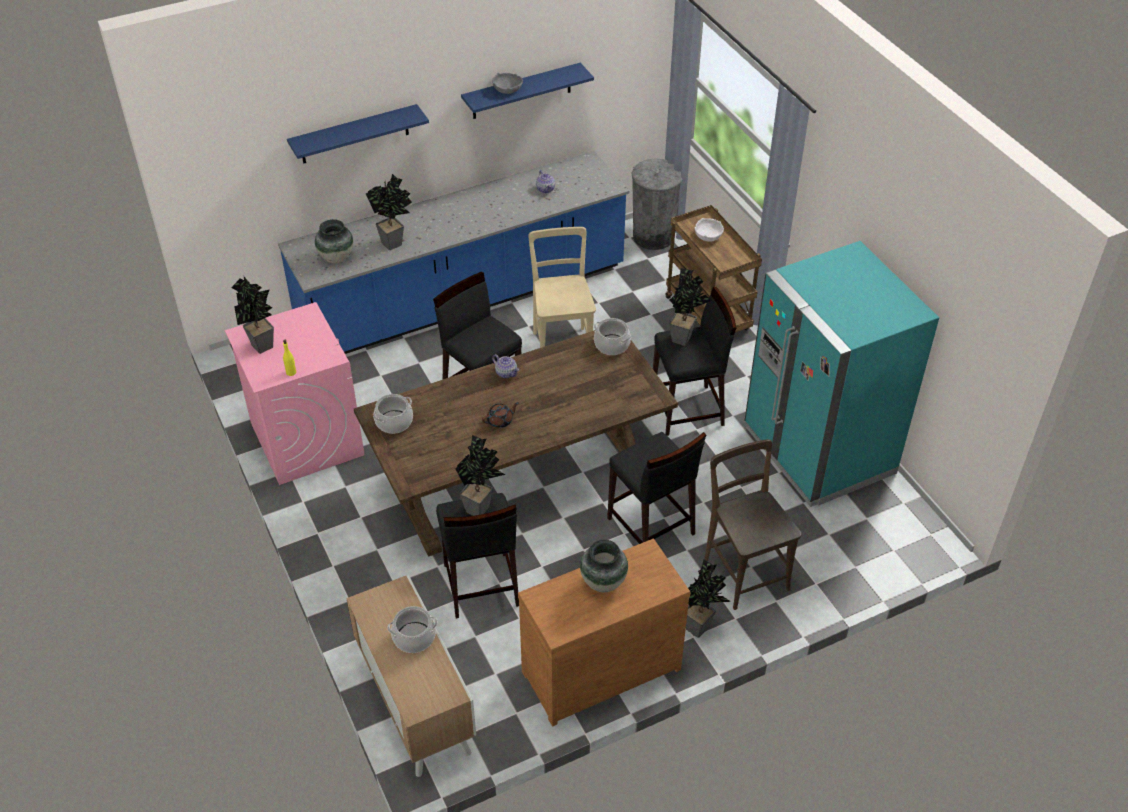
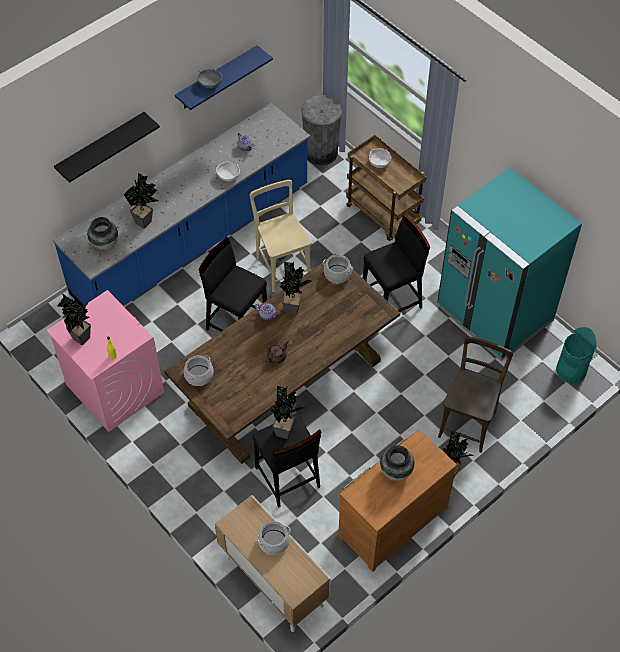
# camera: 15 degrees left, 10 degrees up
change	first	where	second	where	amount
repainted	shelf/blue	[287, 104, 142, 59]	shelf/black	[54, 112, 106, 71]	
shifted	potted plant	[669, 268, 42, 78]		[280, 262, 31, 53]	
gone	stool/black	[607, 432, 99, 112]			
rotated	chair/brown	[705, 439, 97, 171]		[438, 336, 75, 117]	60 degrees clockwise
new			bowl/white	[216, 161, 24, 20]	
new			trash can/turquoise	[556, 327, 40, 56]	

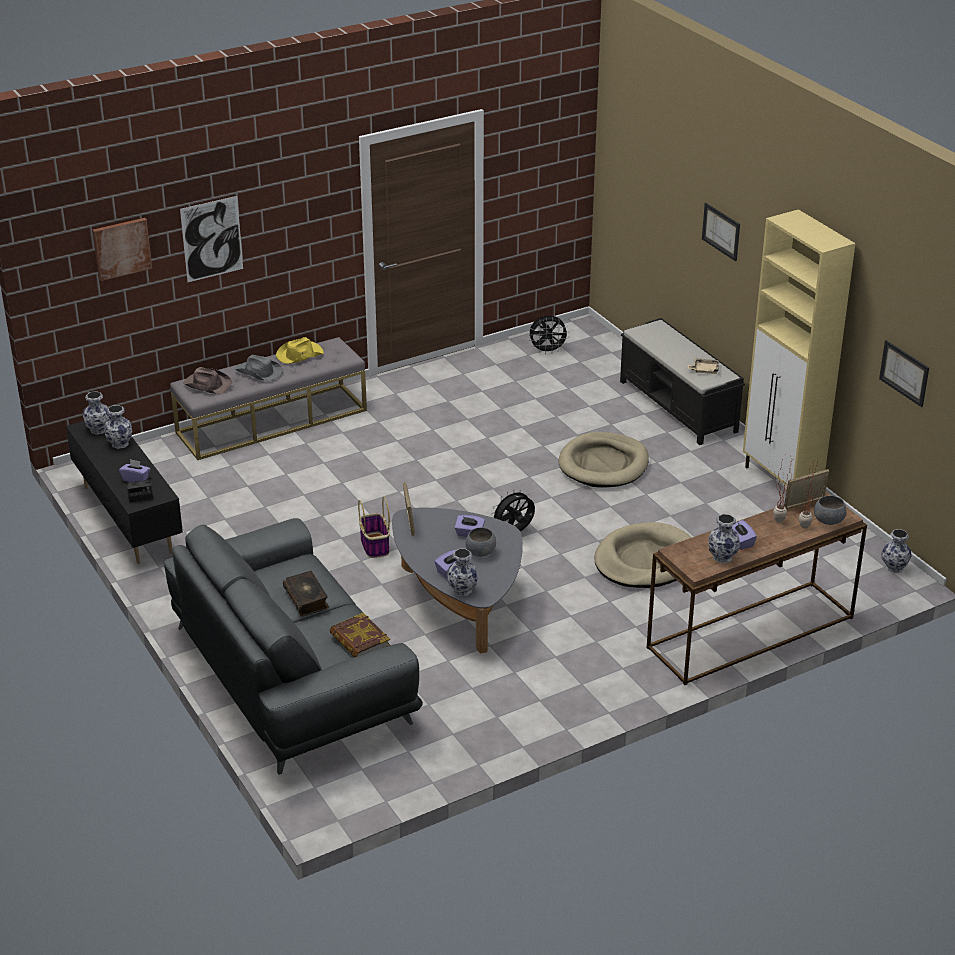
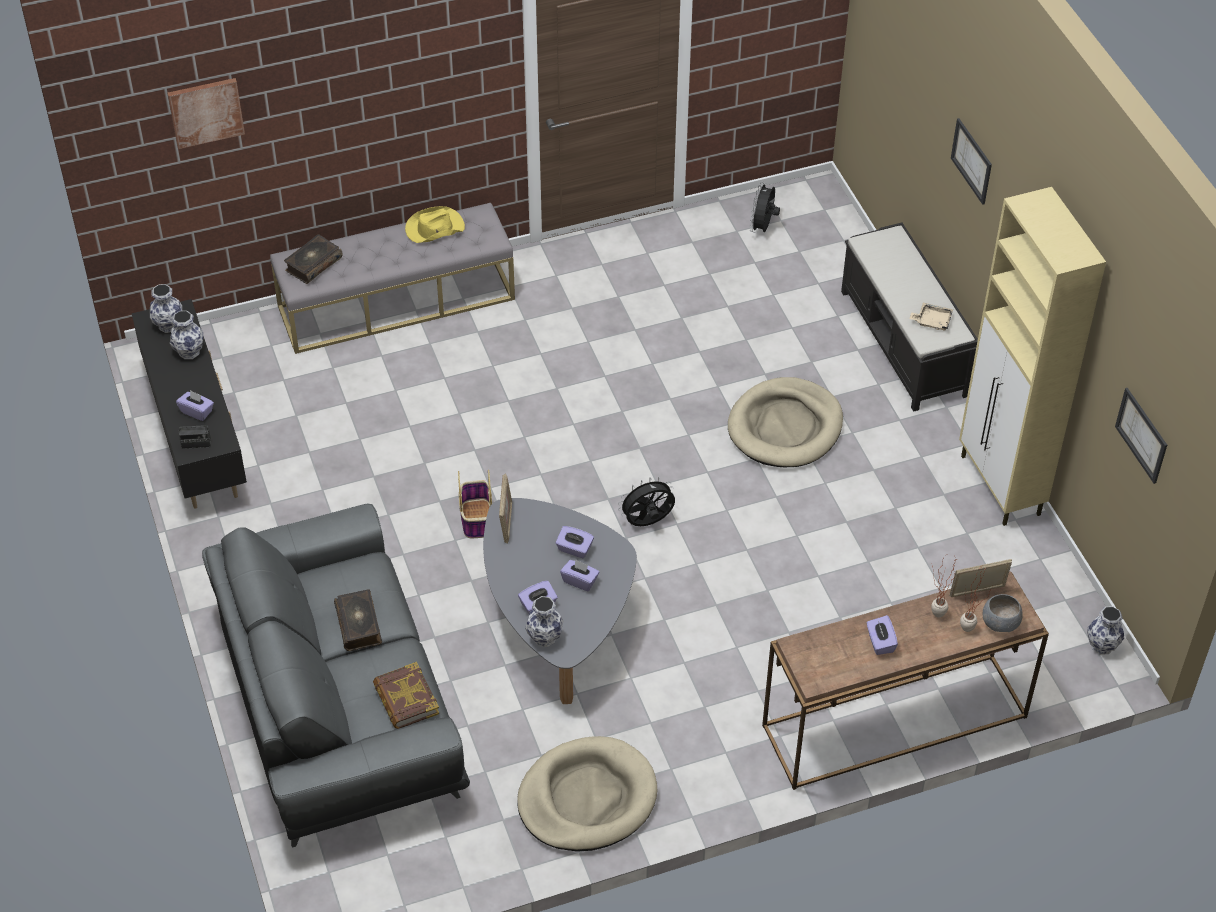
# camera: 10 degrees right, 15 degrees up
change	first	where	second	where	amount
gone	picture	[180, 196, 63, 86]			
rotated	fan/black	[528, 315, 41, 39]		[750, 182, 30, 51]	105 degrees clockwise
gone	hat/grey	[235, 355, 48, 27]			
swapped	hat/brown	[183, 367, 49, 28]	book	[284, 234, 59, 50]	
gone	vase	[708, 514, 32, 49]			
shifted	dog bed/beige	[594, 522, 97, 66]		[517, 736, 140, 116]	
swapped	bowl/grey	[465, 528, 31, 29]	tissue box/purple	[560, 559, 39, 32]	

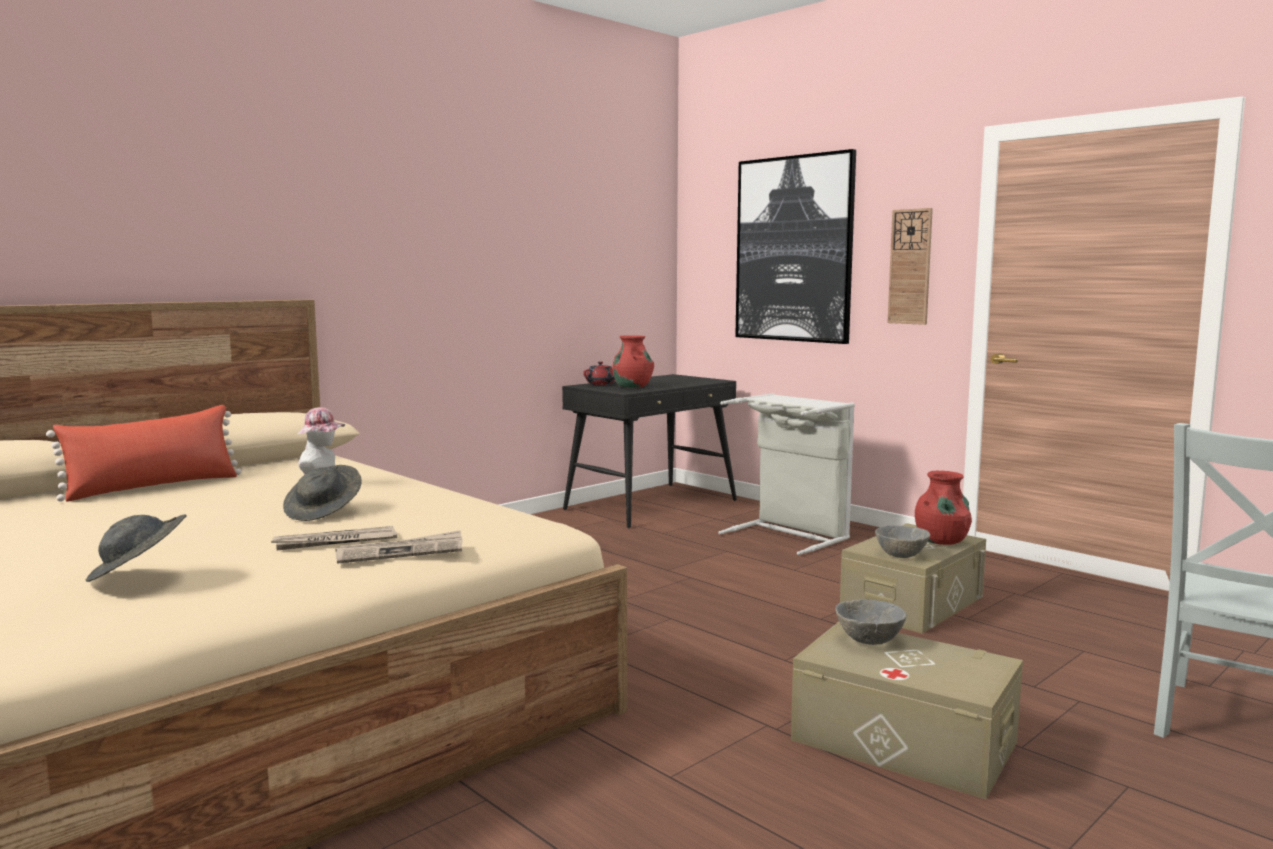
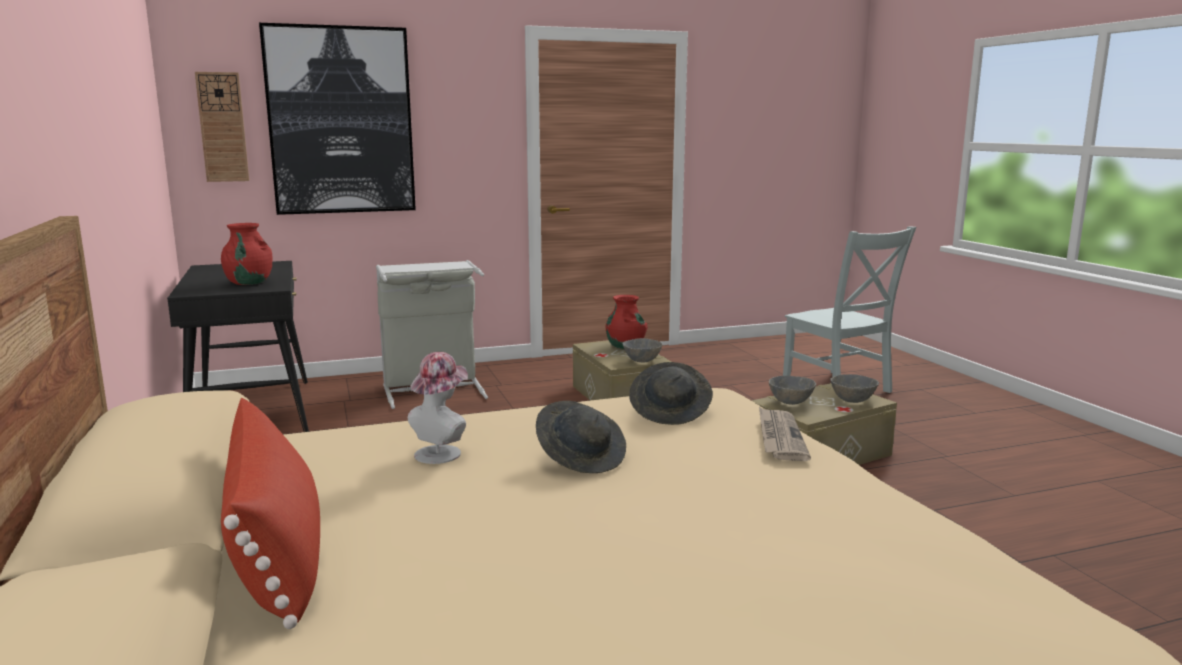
# camera: 65 degrees left, 5 degrees up
change	first	where	second	where	amount
shifted	wall clock	[887, 208, 46, 117]		[195, 72, 54, 110]	
gone	teapot/red	[583, 362, 32, 23]			
shifted	hat/grey	[86, 514, 101, 68]		[629, 362, 84, 63]	
gone	newspaper	[271, 526, 126, 25]			
new			bowl/grey	[830, 374, 49, 29]	

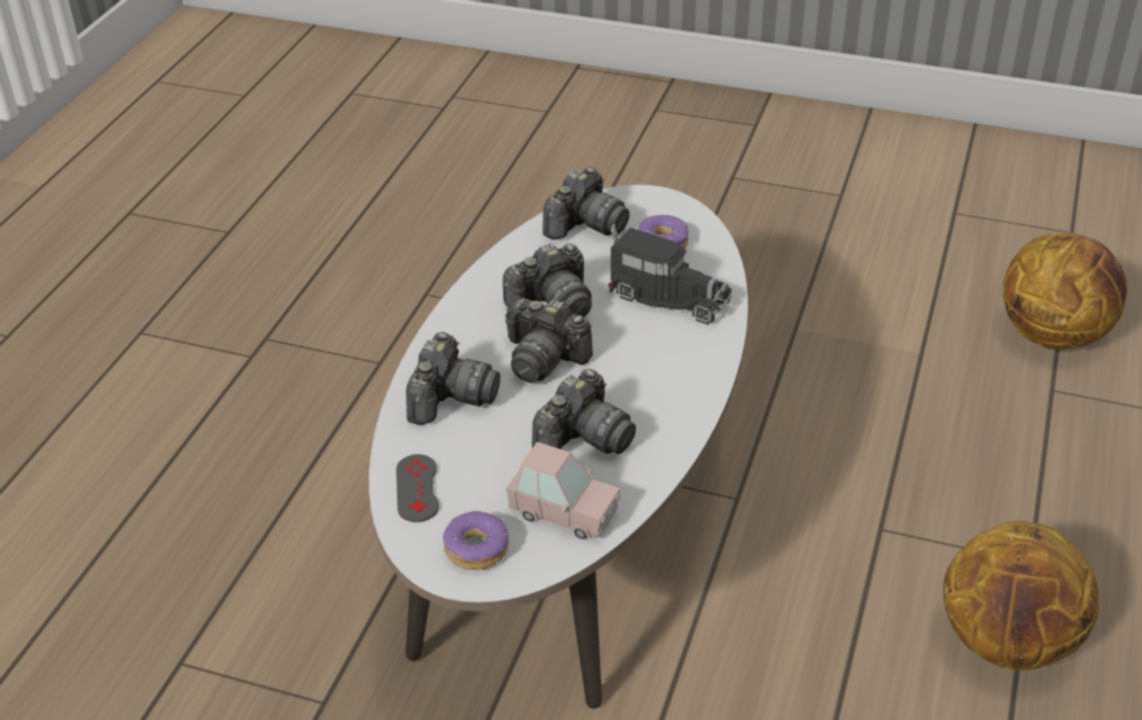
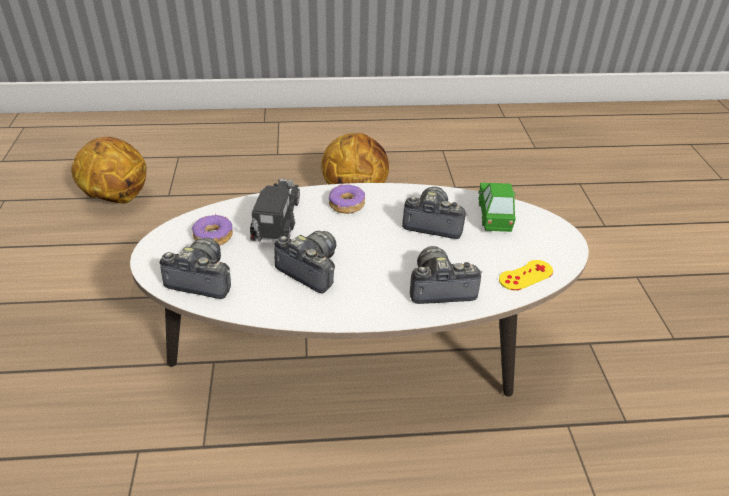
# camera: 115 degrees left, 0 degrees up
change	first	where	second	where	amount
gone	photo camera	[505, 298, 88, 85]			
repainted	toy car/pink	[506, 442, 114, 97]	toy car/green	[478, 183, 38, 49]	
repainted	game controller/grey	[396, 454, 43, 68]	game controller/yellow	[499, 260, 54, 31]	
shifted	donut	[443, 511, 66, 59]		[329, 184, 36, 30]	

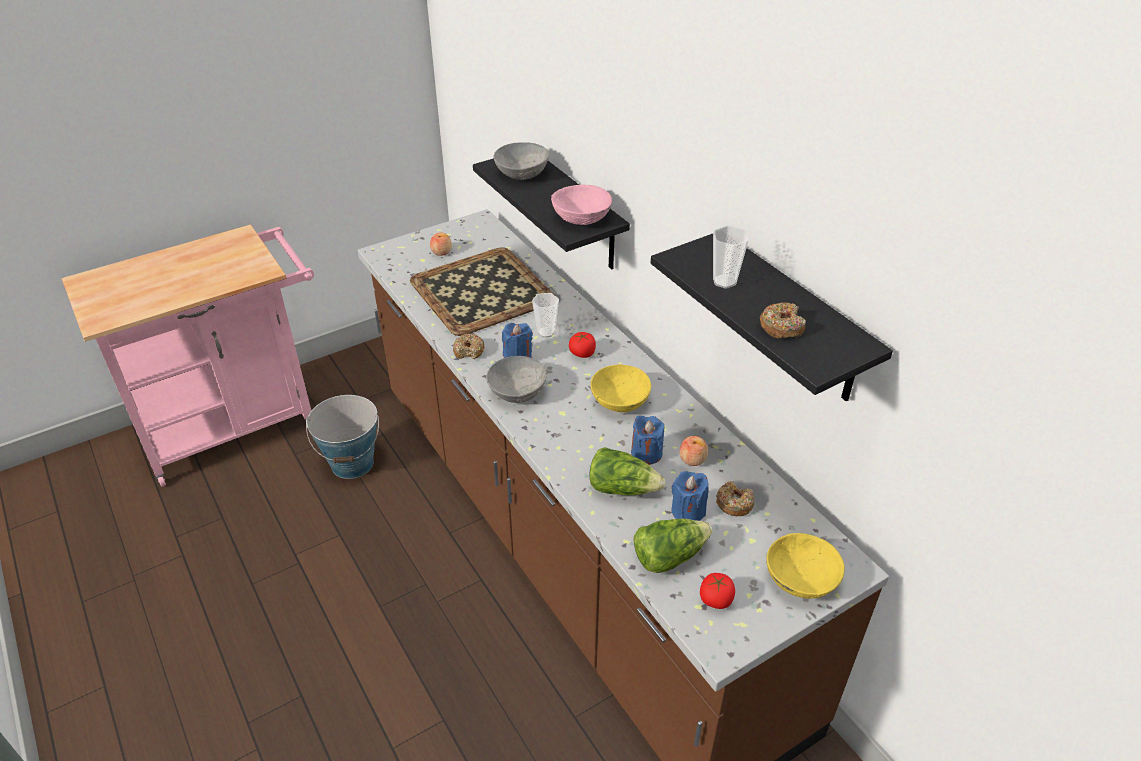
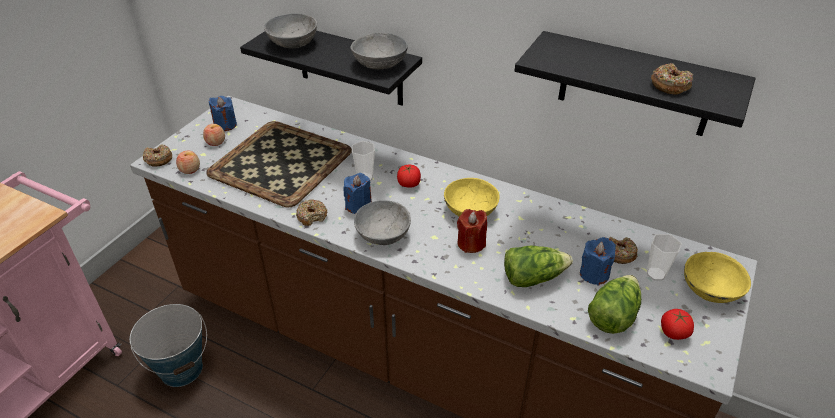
# camera: 30 degrees left, 0 degrees up
change	first	where	second	where	amount
repainted	bowl/pink	[551, 185, 61, 40]	bowl/grey	[350, 33, 58, 36]	
shifted	cup	[713, 226, 36, 62]		[647, 234, 35, 47]	
shifted	candle/blue	[631, 416, 33, 49]		[209, 96, 28, 35]	
shifted	apple	[679, 436, 29, 30]		[176, 151, 24, 23]	
new			donut	[143, 145, 29, 22]	
new			candle/red	[457, 209, 30, 44]	

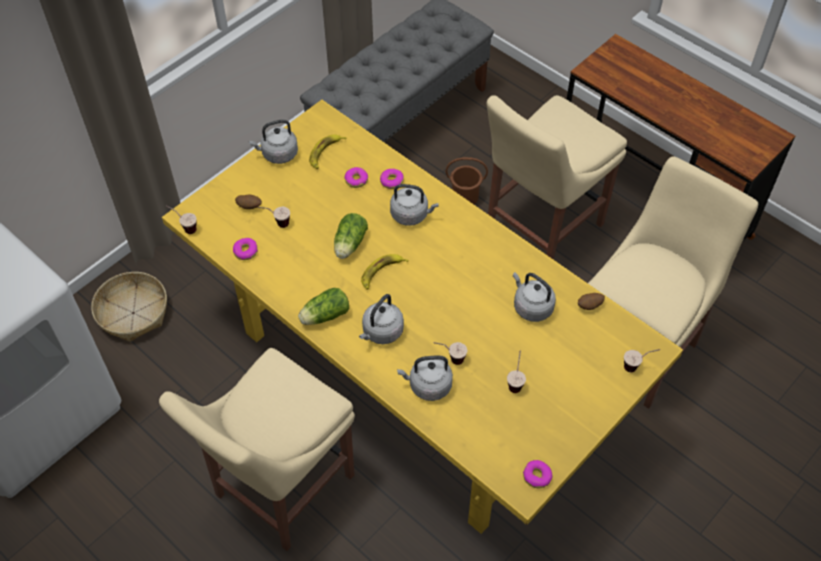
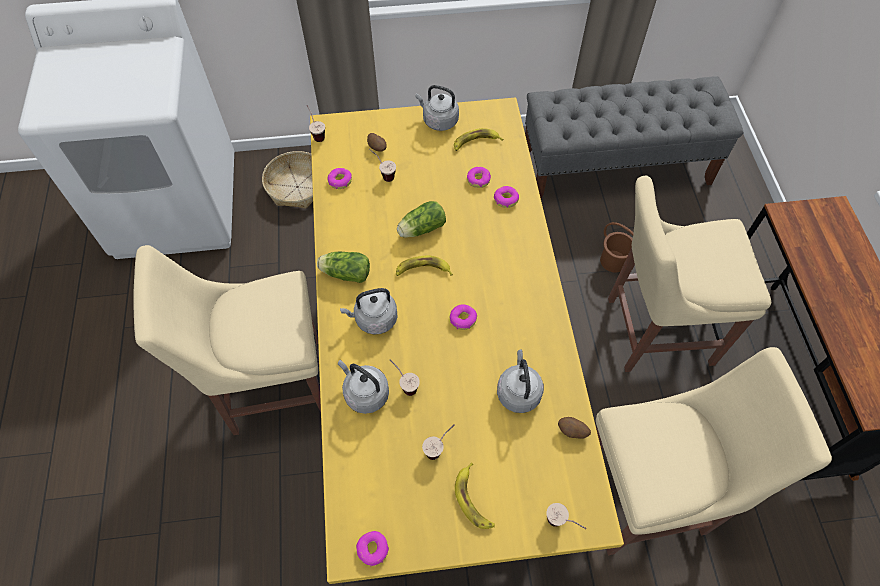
# camera: 40 degrees right, 5 degrees up
change	first	where	second	where	amount
gone	kettle/grey	[390, 184, 49, 42]			
new			donut	[450, 304, 27, 26]	
new			banana	[455, 462, 40, 67]	

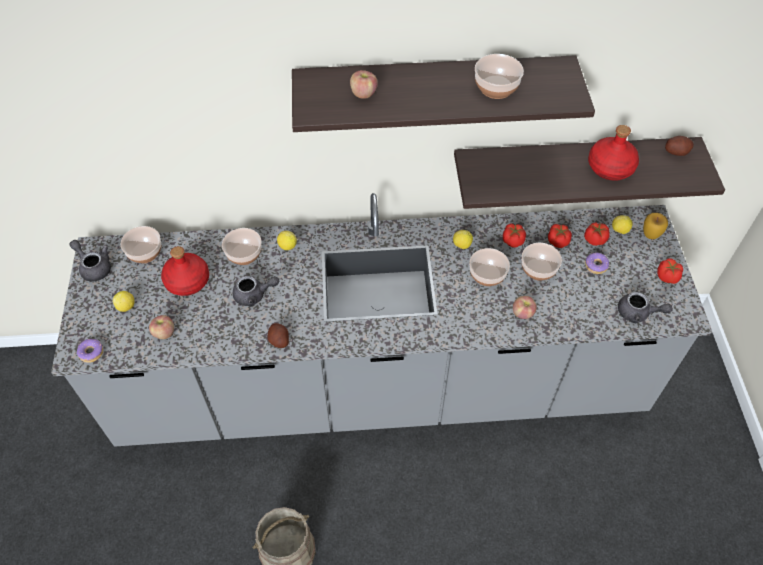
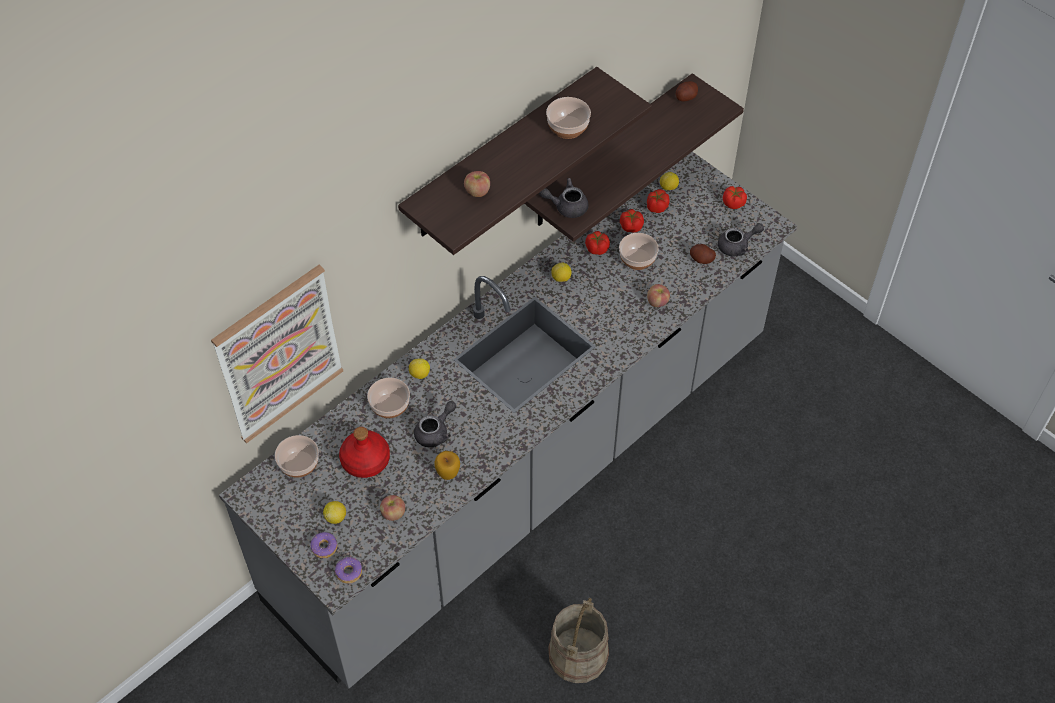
# camera: 40 degrees left, 0 degrees up
change	first	where	second	where	amount
gone	bottle/red	[588, 125, 51, 56]			
shifted	apple	[643, 213, 25, 26]		[434, 451, 26, 29]	
shifted	teapot/grey	[69, 240, 42, 41]		[539, 178, 49, 40]	
gone	bowl	[469, 248, 41, 38]			
shifted	donut	[585, 253, 24, 21]		[310, 532, 28, 26]	
shifted	potato	[268, 323, 21, 25]		[690, 244, 26, 20]	
new			picture	[211, 265, 132, 178]	

